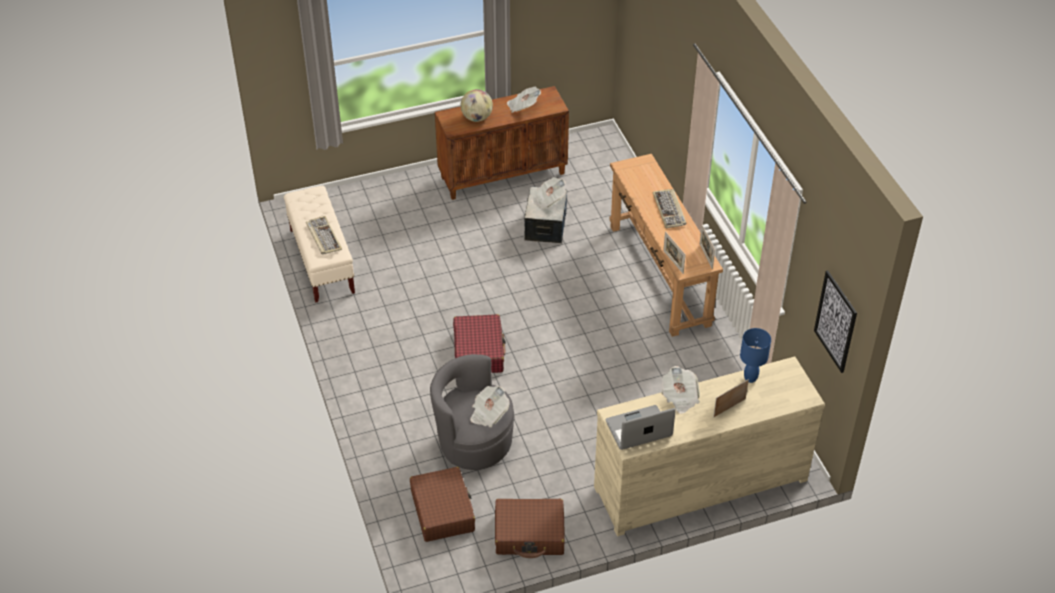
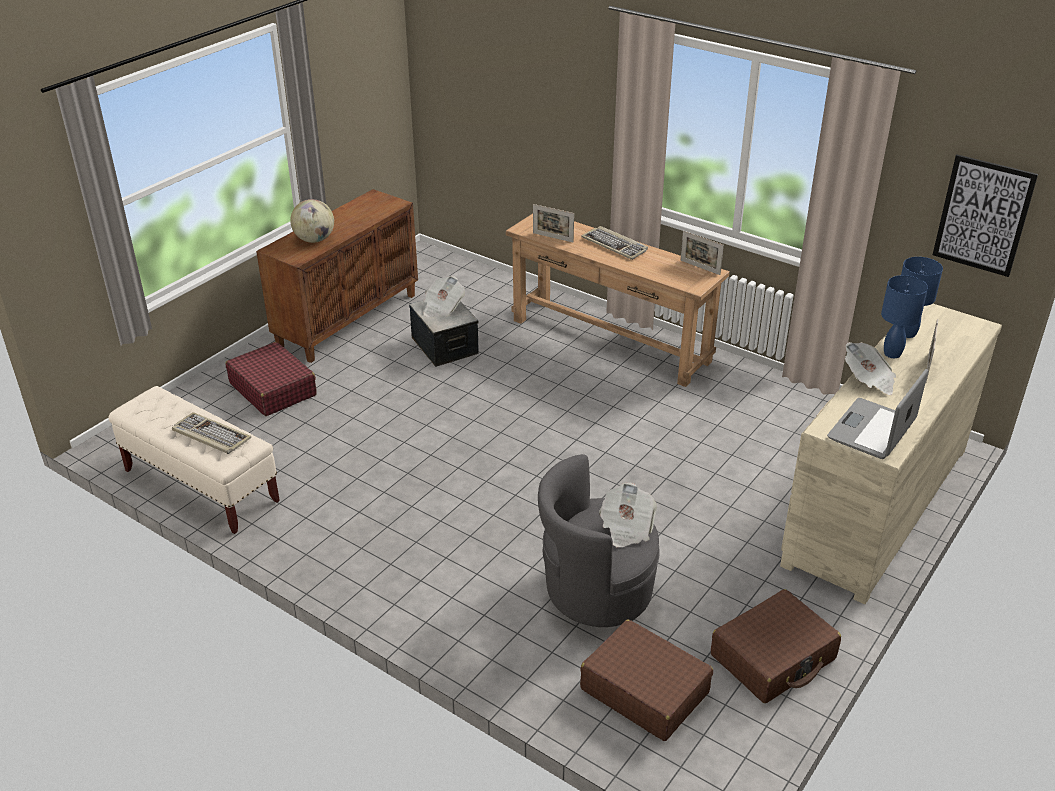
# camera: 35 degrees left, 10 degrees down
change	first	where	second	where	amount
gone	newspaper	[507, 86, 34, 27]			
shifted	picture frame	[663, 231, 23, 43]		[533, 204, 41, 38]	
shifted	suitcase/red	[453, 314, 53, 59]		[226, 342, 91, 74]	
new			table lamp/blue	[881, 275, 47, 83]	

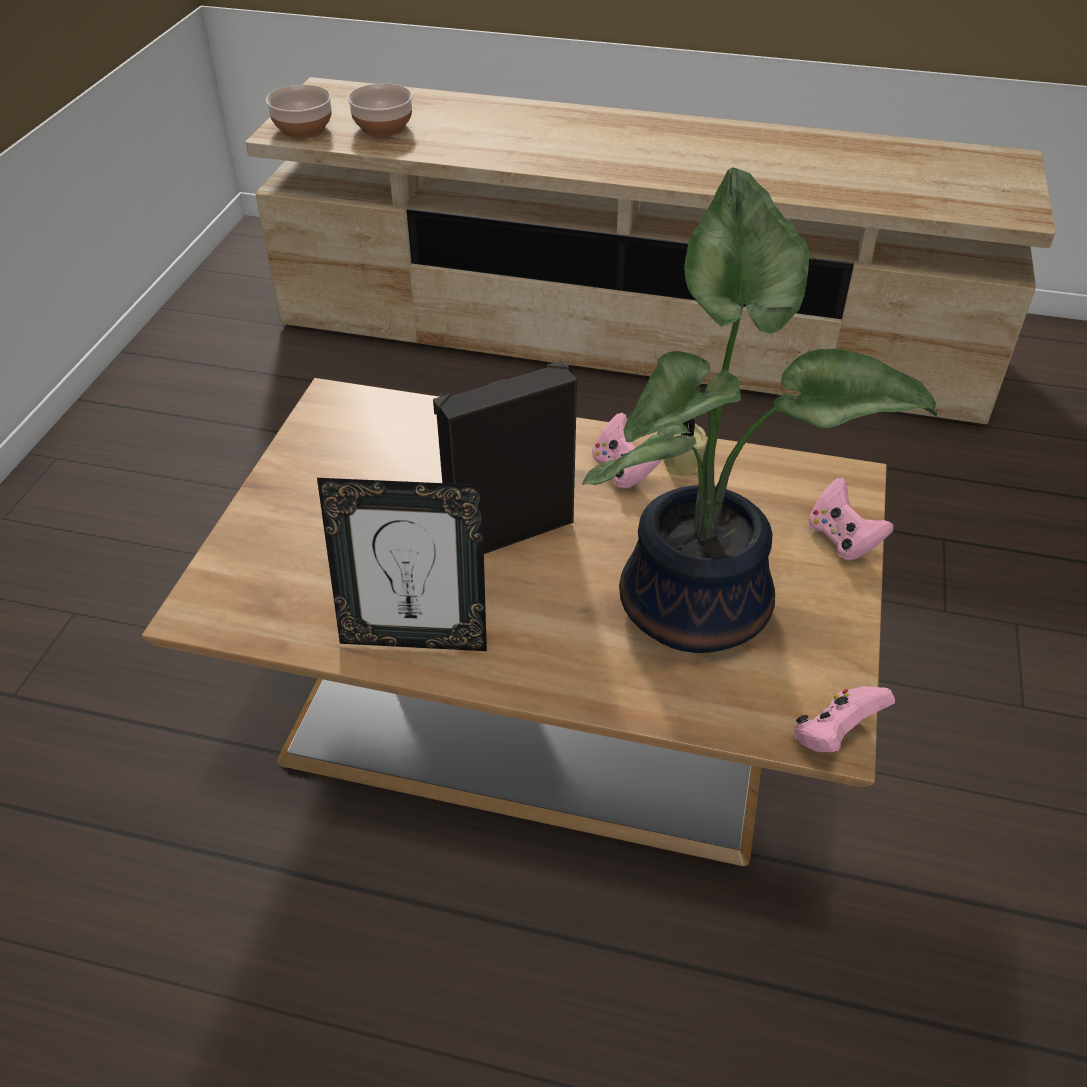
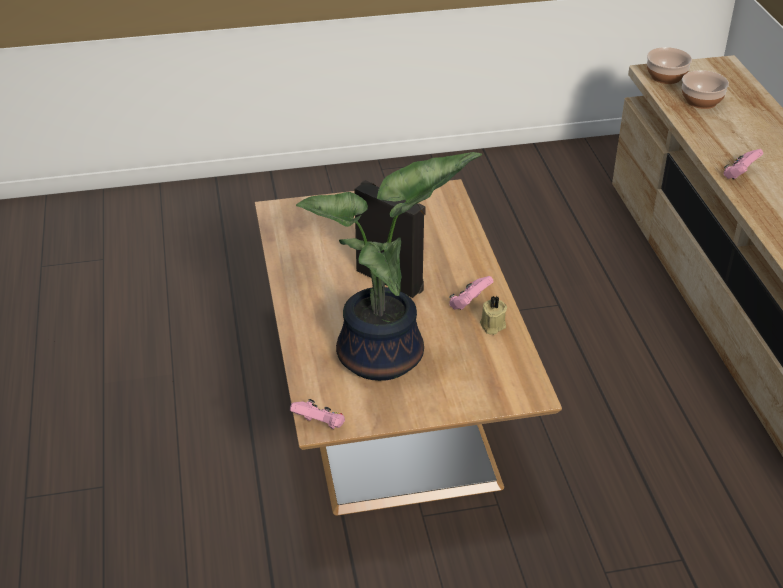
# camera: 65 degrees right, 5 degrees down
change	first	where	second	where	amount
shifted	game controller/pink	[808, 477, 86, 83]		[723, 149, 40, 30]	
gone	picture frame	[317, 478, 170, 173]			

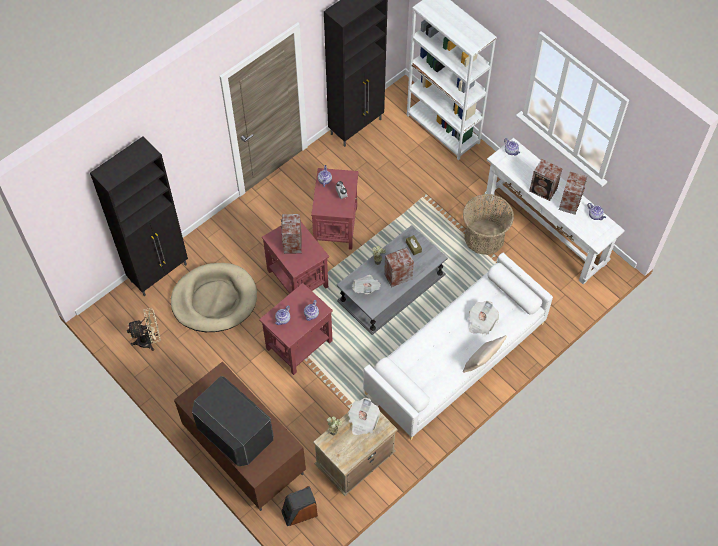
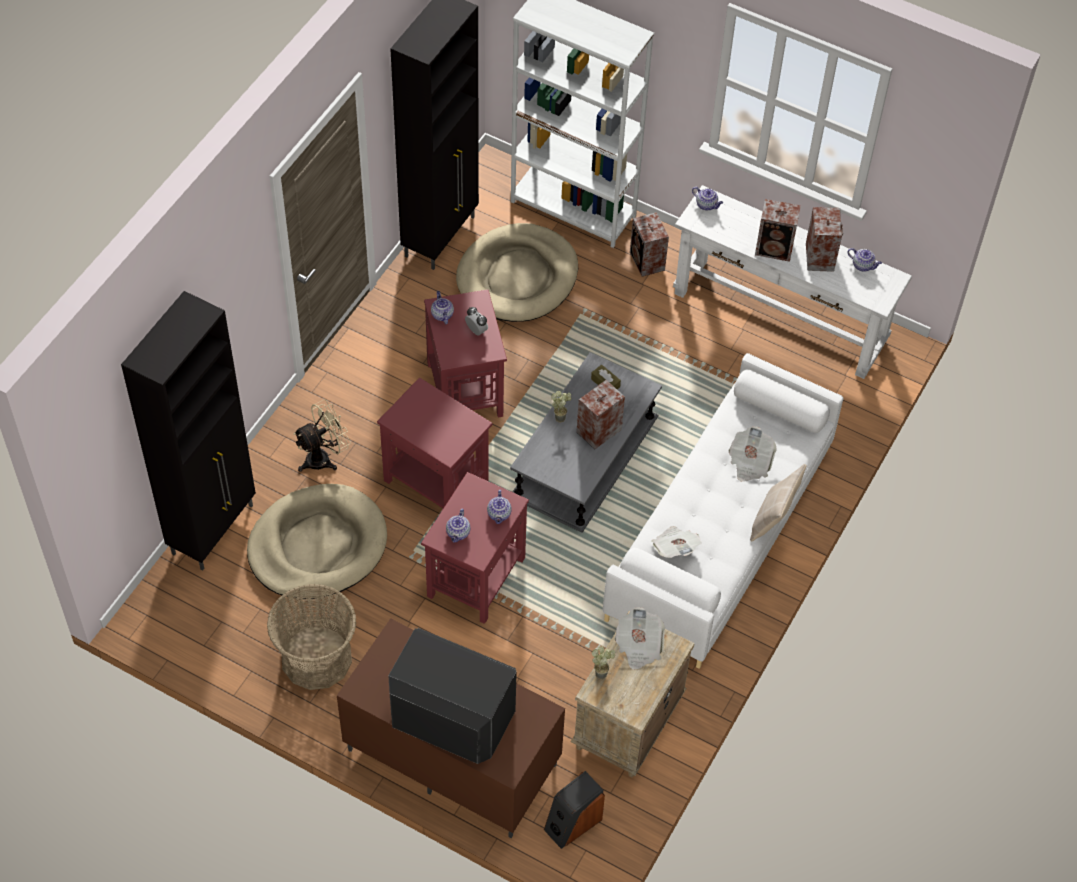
# camera: 20 degrees left, 5 degrees down
change	first	where	second	where	amount
shifted	basket	[463, 194, 51, 61]		[267, 584, 90, 106]	
shifted	speaker	[281, 214, 21, 40]		[630, 212, 39, 65]	
shifted	newspaper	[352, 275, 29, 19]		[652, 526, 50, 32]	
shifted	fan/beige	[127, 308, 34, 43]		[293, 399, 58, 73]	
new			dog bed/beige	[456, 223, 122, 99]	

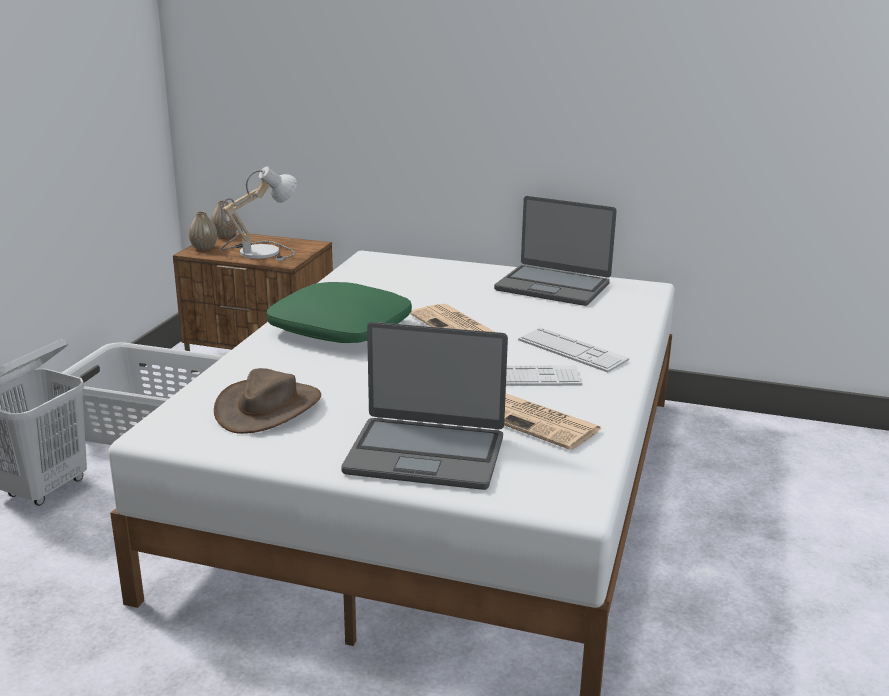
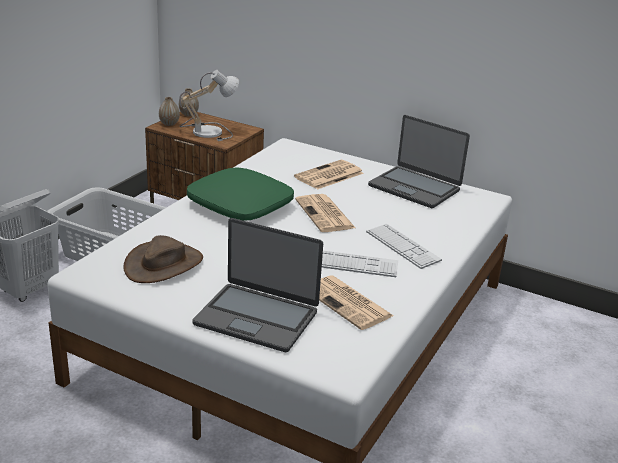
# camera: 10 degrees right, 5 degrees up
change	first	where	second	where	amount
new			newspaper	[294, 160, 70, 30]	

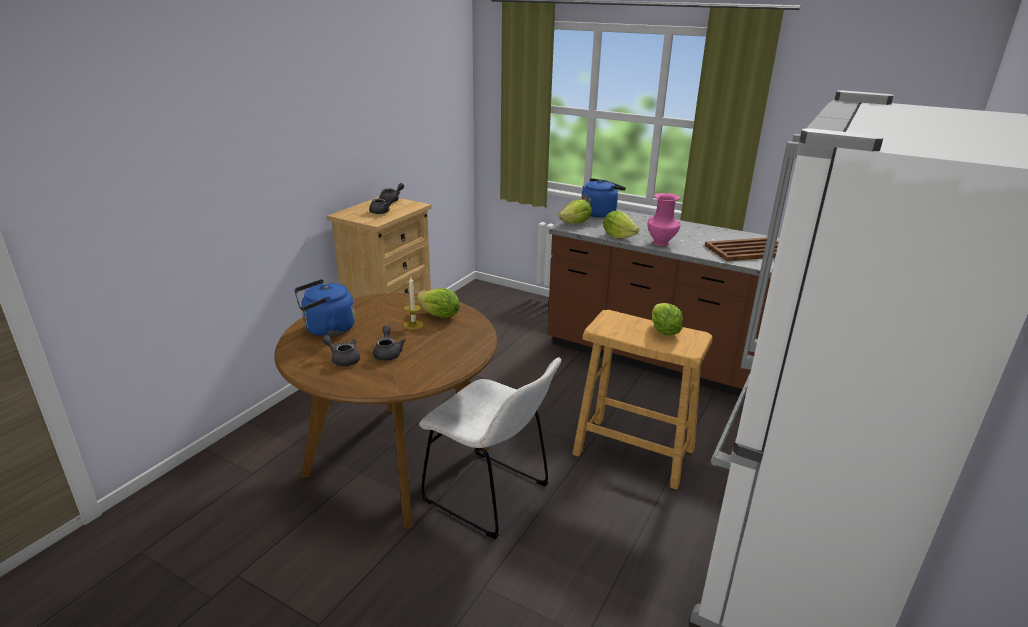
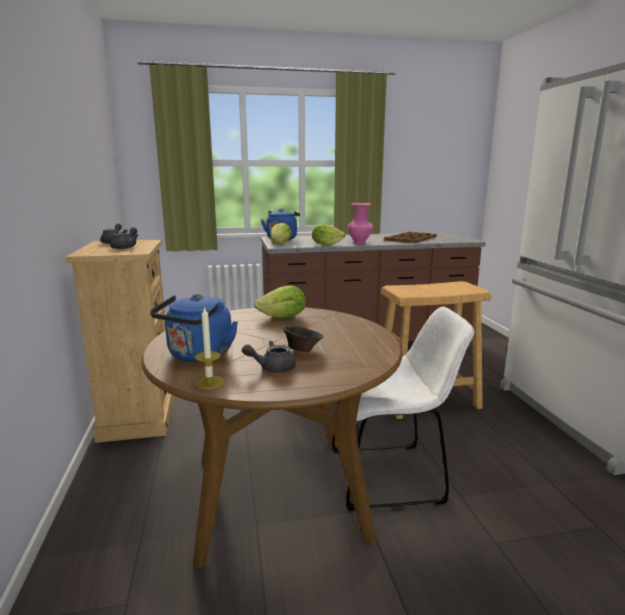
# camera: 40 degrees left, 10 degrees down
change	first	where	second	where	amount
shifted	candle	[404, 277, 20, 53]		[194, 306, 31, 83]	
gone	lettuce	[652, 303, 31, 32]			
swapped	teapot/grey	[373, 325, 33, 36]	bowl/brown	[283, 325, 40, 27]	

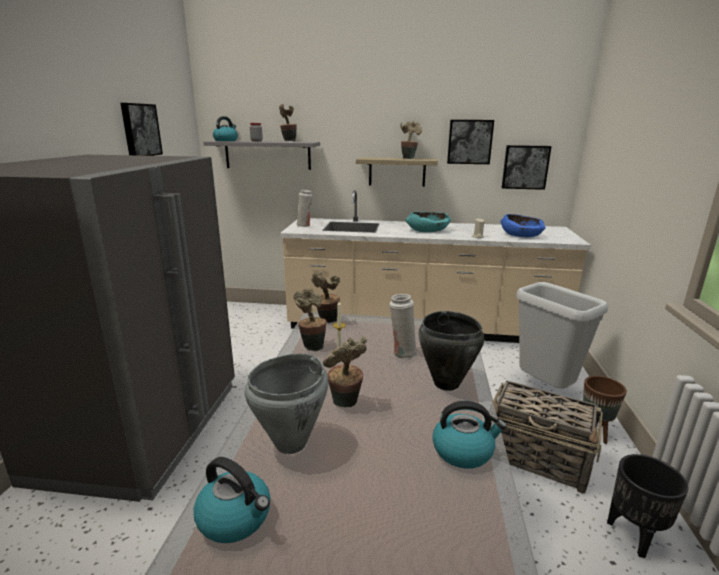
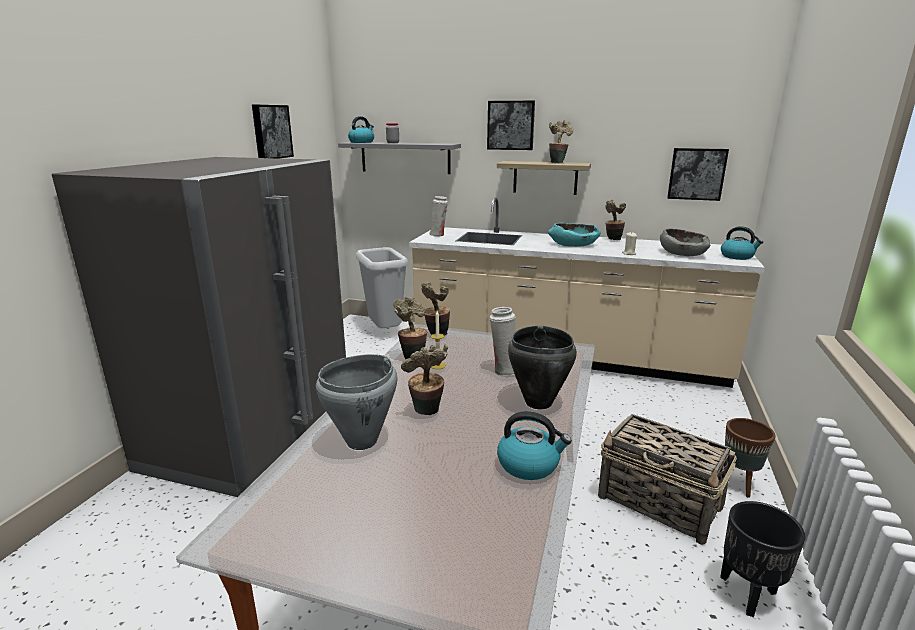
# camera: 10 degrees right, 0 degrees up
change	first	where	second	where	amount
shifted	potted plant	[279, 104, 18, 37]		[605, 200, 21, 40]	
shifted	picture	[447, 120, 47, 44]		[487, 101, 48, 49]	
repainted	bowl/blue	[500, 214, 46, 24]	bowl/grey	[660, 228, 50, 28]	
shifted	trash can/grey	[516, 282, 92, 106]		[356, 247, 52, 81]	
shifted	kettle	[194, 457, 76, 86]		[721, 226, 42, 34]	

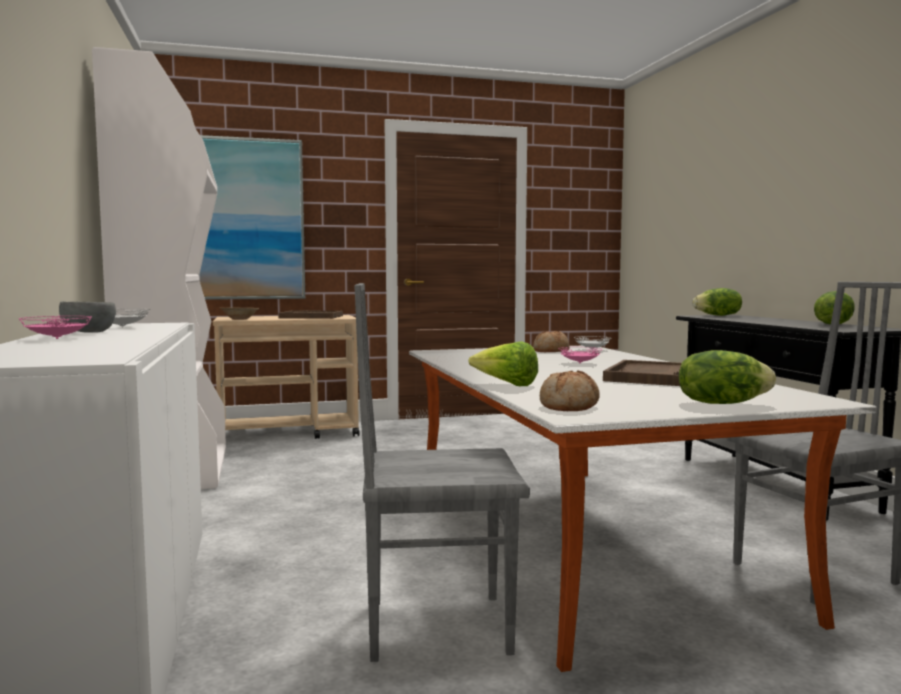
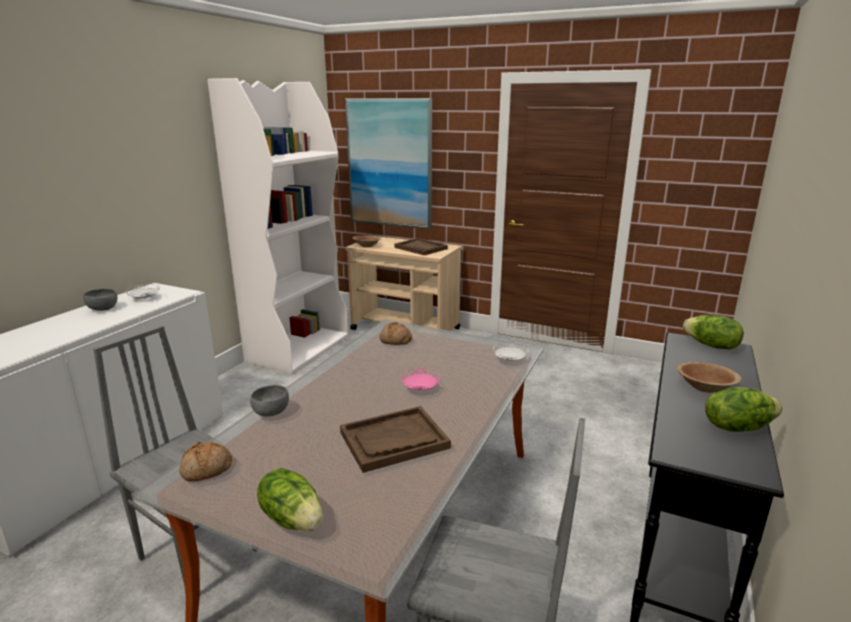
# camera: 40 degrees right, 15 degrees up
change	first	where	second	where	amount
gone	plate/pink	[19, 316, 73, 23]			
shifted	bread	[533, 331, 37, 21]		[379, 322, 33, 23]	
swapped	lettuce	[469, 341, 69, 45]	bowl/grey	[250, 385, 39, 32]	
new			bowl/brown	[677, 362, 64, 31]	

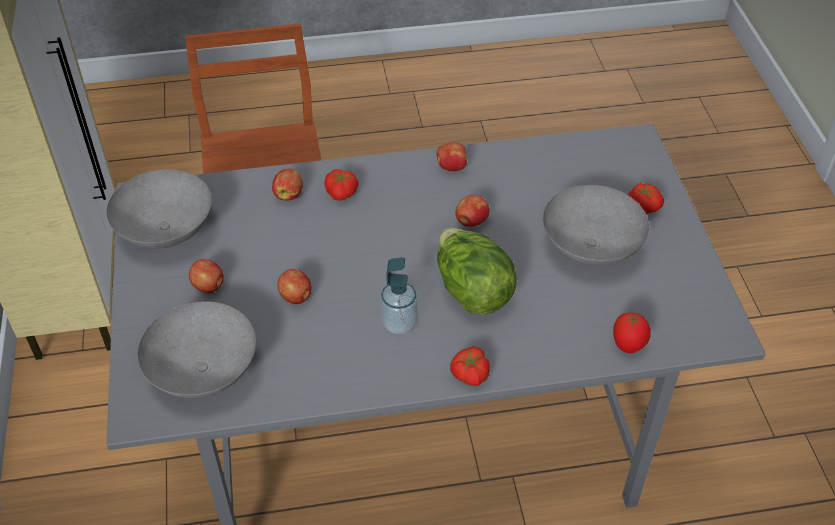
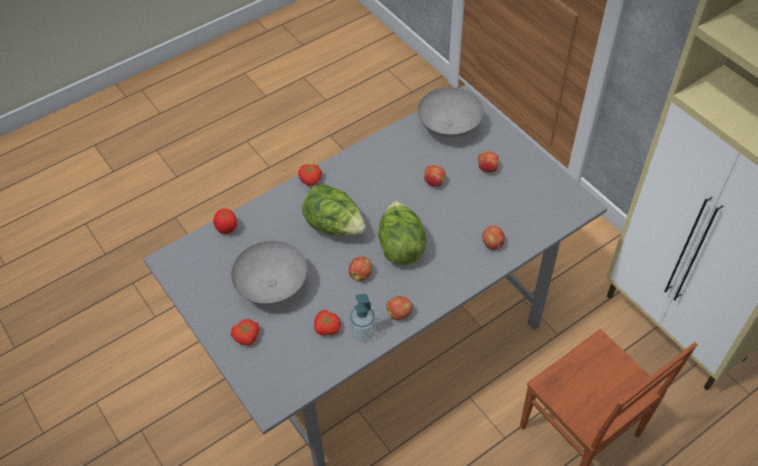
# camera: 155 degrees right, 5 degrees up
change	first	where	second	where	amount
gone	bowl/grey	[106, 169, 106, 80]			
shifted	tomato	[324, 169, 35, 32]		[314, 310, 27, 26]	
shifted	soap dispenser	[380, 257, 38, 77]		[349, 294, 27, 48]	
new			lettuce	[378, 201, 49, 64]	

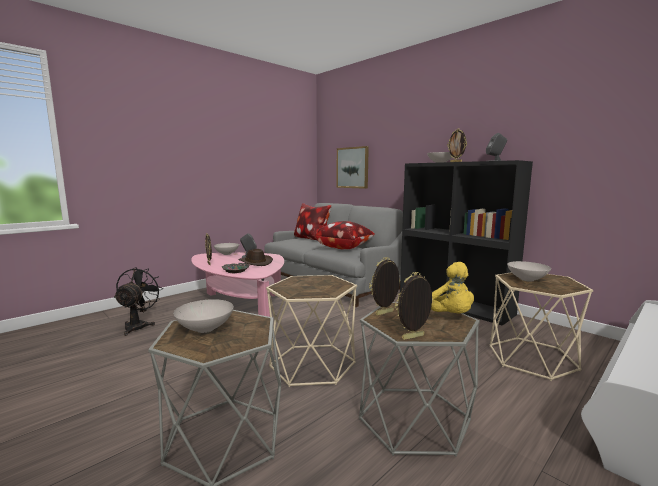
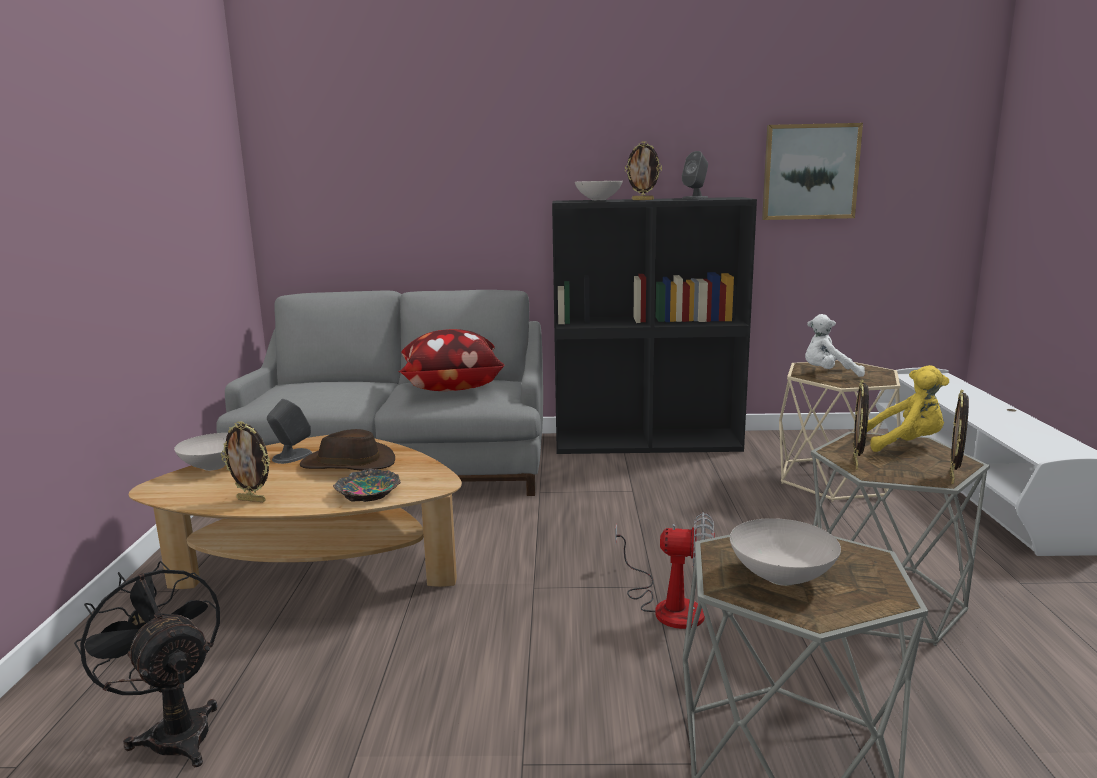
# camera: 45 degrees left, 5 degrees up
change	first	where	second	where	amount
shifted	picture	[337, 146, 32, 43]		[762, 123, 101, 97]	
gone	pillow	[294, 203, 37, 37]			
repainted	coffee table/pink	[191, 252, 93, 65]	coffee table/brown	[129, 435, 333, 154]	
swapped	bowl/white	[507, 261, 44, 21]	plush toy/white	[805, 314, 60, 63]	
swapped	side table/beige	[266, 275, 91, 112]	fan	[615, 512, 100, 117]	

